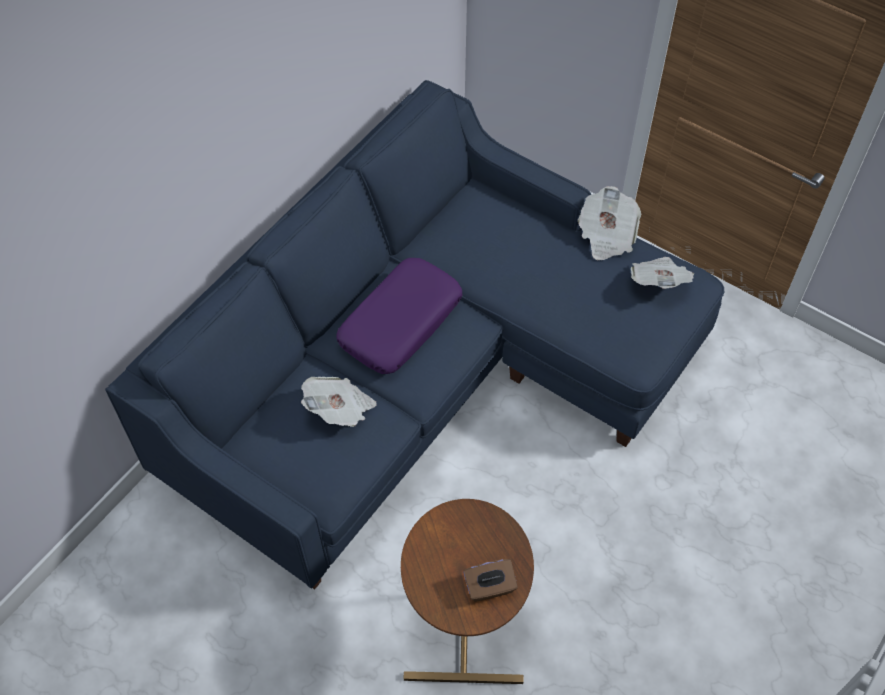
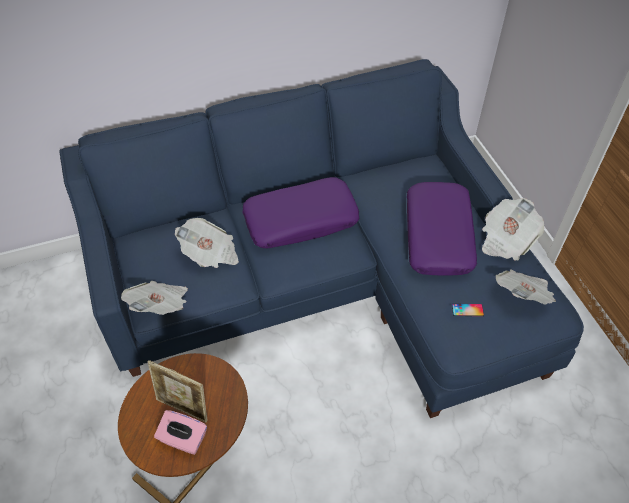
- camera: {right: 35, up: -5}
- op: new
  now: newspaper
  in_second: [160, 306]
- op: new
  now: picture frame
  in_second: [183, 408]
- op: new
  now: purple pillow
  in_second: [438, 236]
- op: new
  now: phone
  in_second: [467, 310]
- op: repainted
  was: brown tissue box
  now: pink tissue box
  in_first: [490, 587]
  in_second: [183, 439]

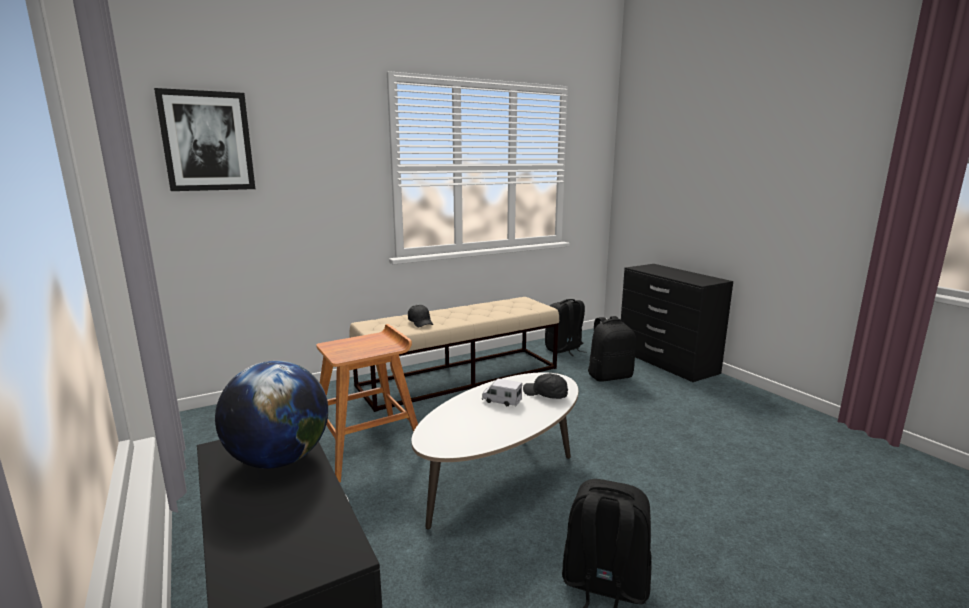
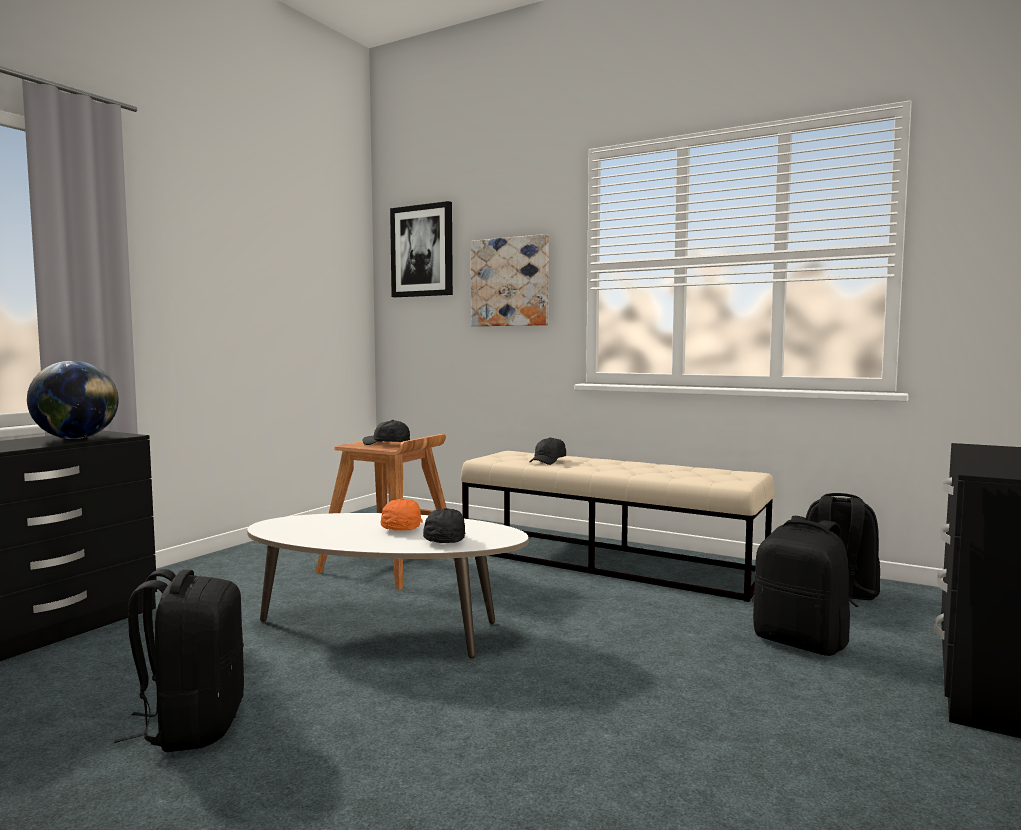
- camera: {right: 60, up: -10}
- op: new
  now: black cap
  in_second: [387, 444]
- op: new
  now: picture
  in_second: [510, 282]
- op: swapped
  was: toy truck
  now: orange cap
  in_first: [501, 401]
  in_second: [402, 527]

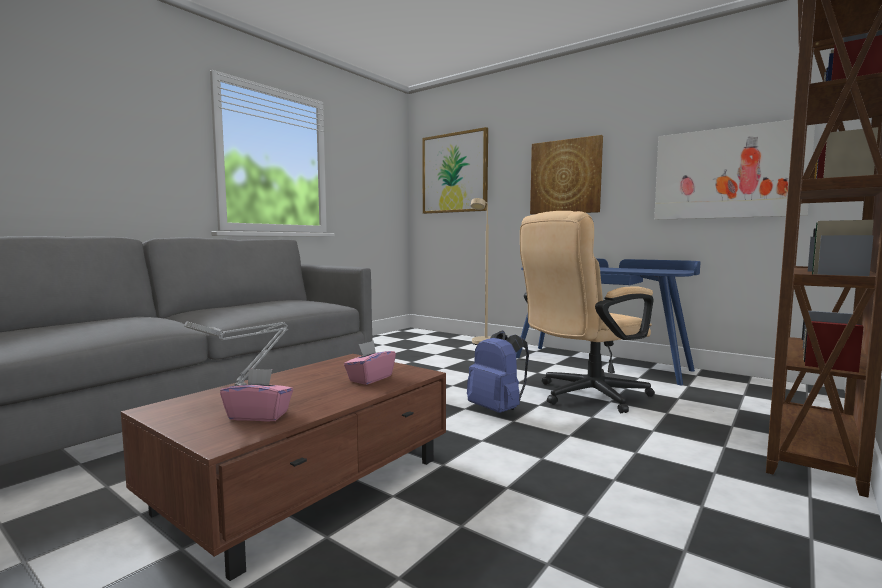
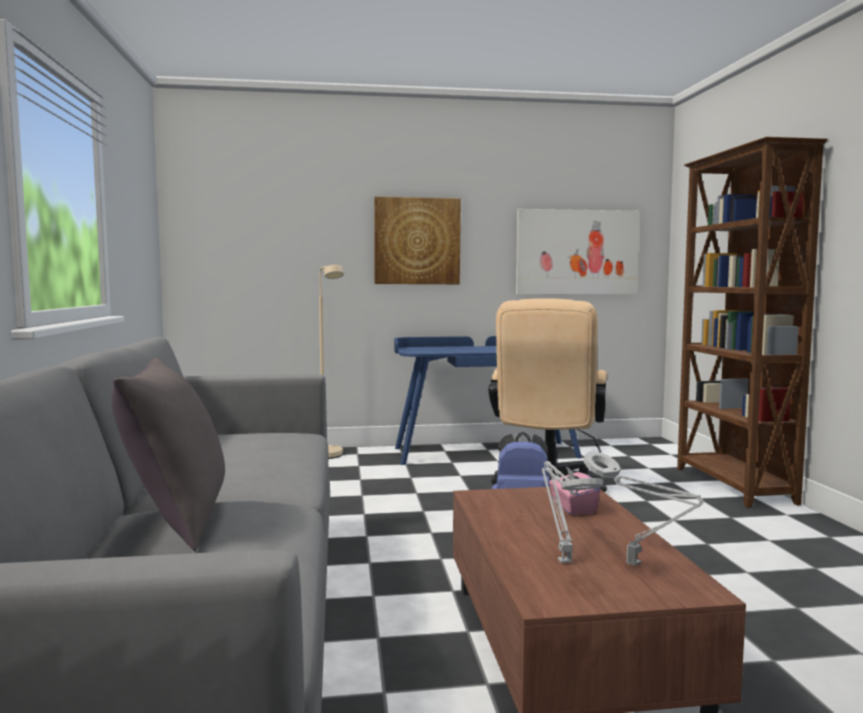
- camera: {right: -45, up: 0}
- op: gone
  was: picture
  in_first: [454, 173]
- op: new
  now: grey pillow
  in_second: [176, 522]
- op: swapped
  was: pink tissue box
  now: grey table lamp
  in_first: [259, 415]
  in_second: [637, 565]

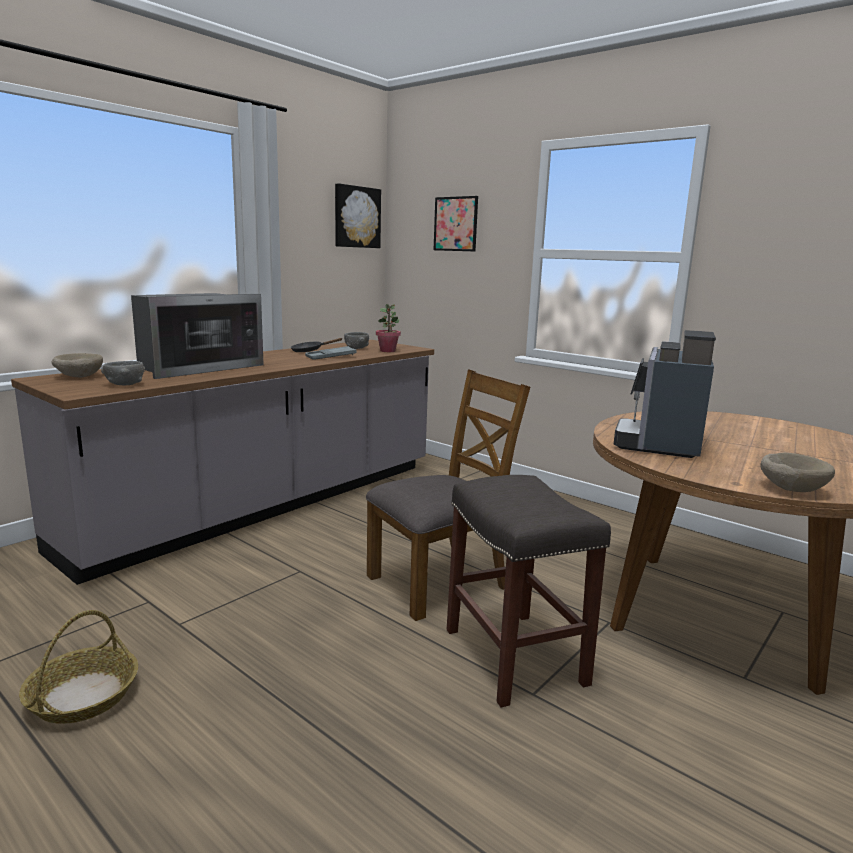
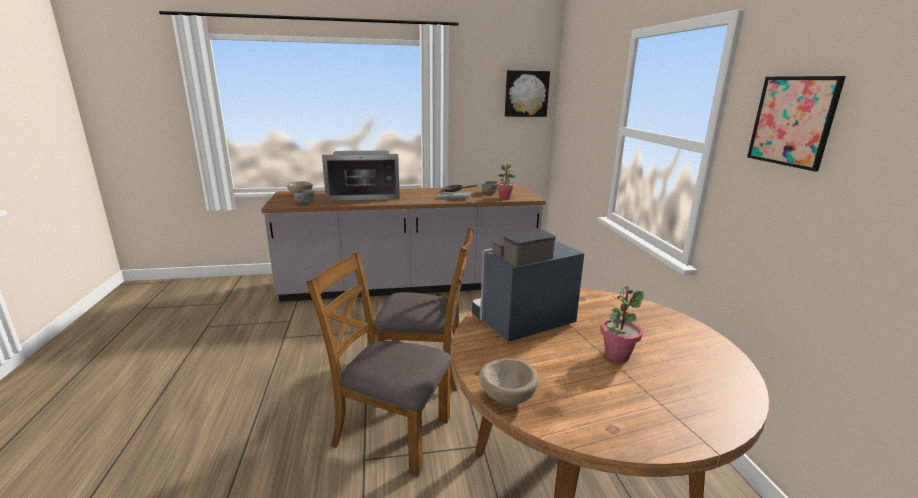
- camera: {right: 40, up: 5}
- op: gone
  was: basket
  in_first: [83, 696]
- op: new
  now: potted plant
  in_second: [616, 355]
- op: shifted
  was: picture
  in_first: [455, 224]
  in_second: [792, 121]
- op: swapped
  was: grey stool
  now: brown chair
  in_first: [512, 655]
  in_second: [390, 432]

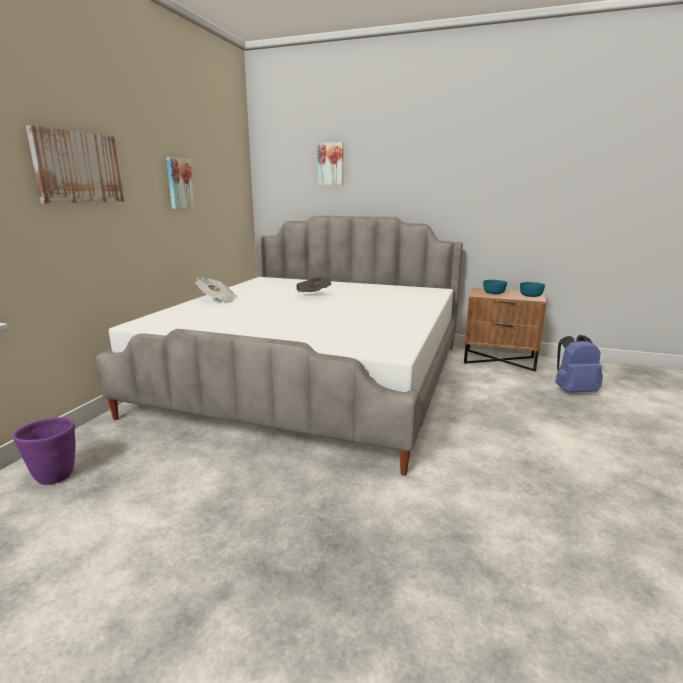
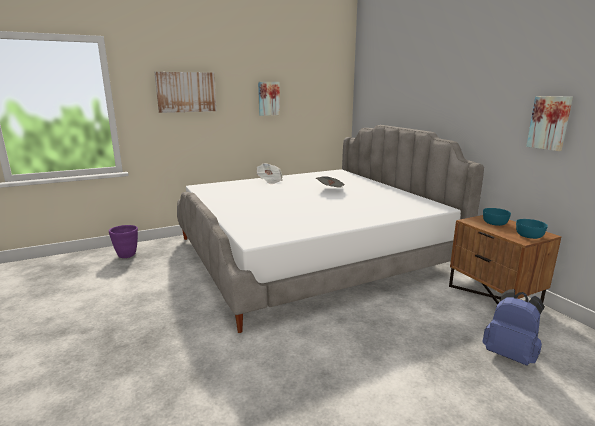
- camera: {right: 45, up: 0}
- op: shifted
  was: picture
  in_first: [331, 164]
  in_second: [549, 123]

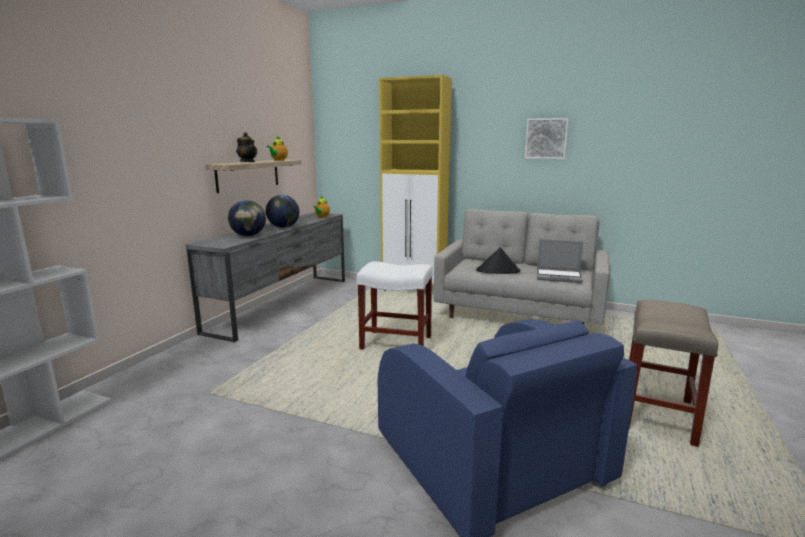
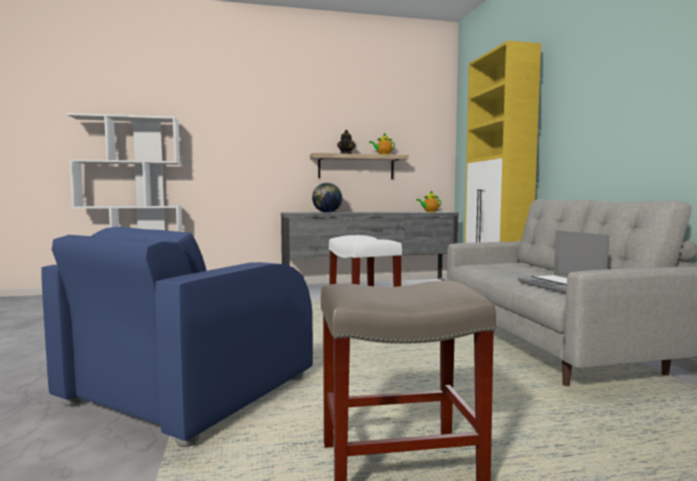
- camera: {right: 55, up: -10}
- op: gone
  was: globe
  in_first: [283, 227]
- op: gone
  was: black hat
  in_first: [498, 271]
- op: gone
  was: picture
  in_first: [546, 138]

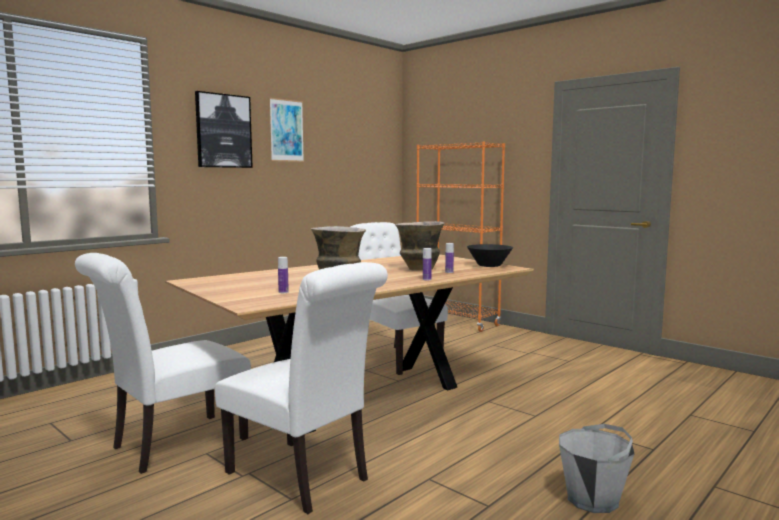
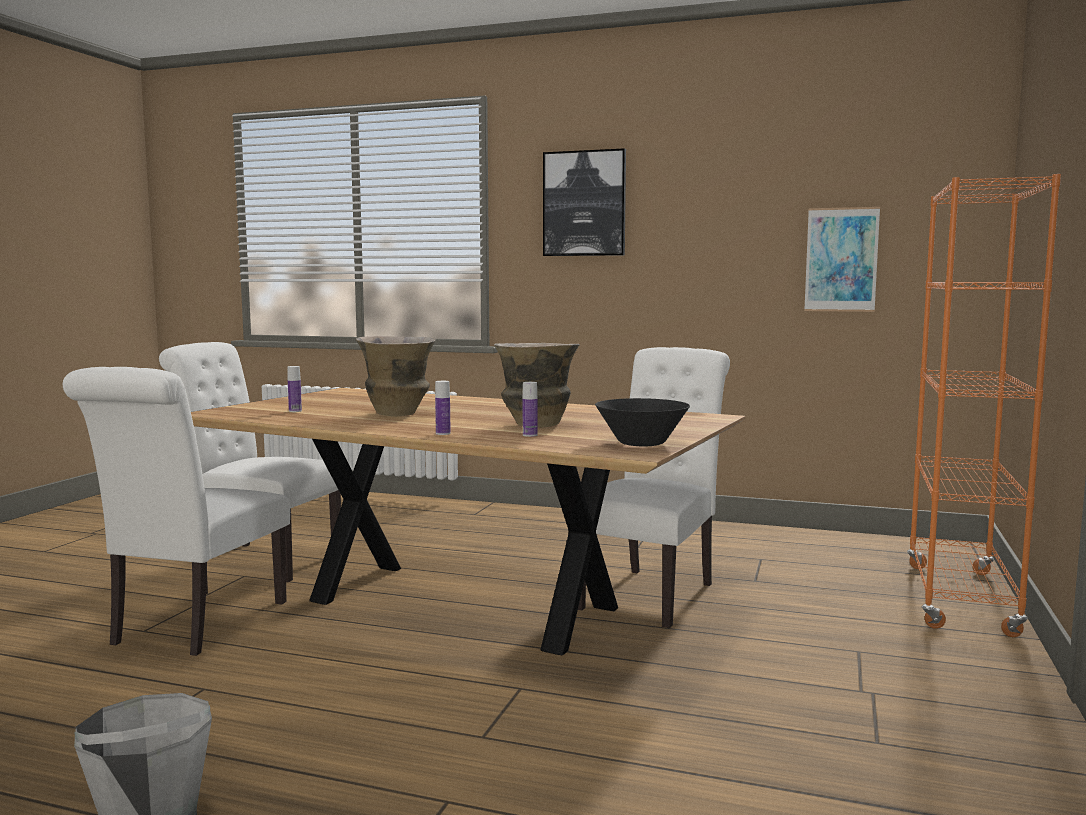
- camera: {right: 65, up: 0}
- op: shifted
  was: picture
  in_first: [286, 130]
  in_second: [841, 259]

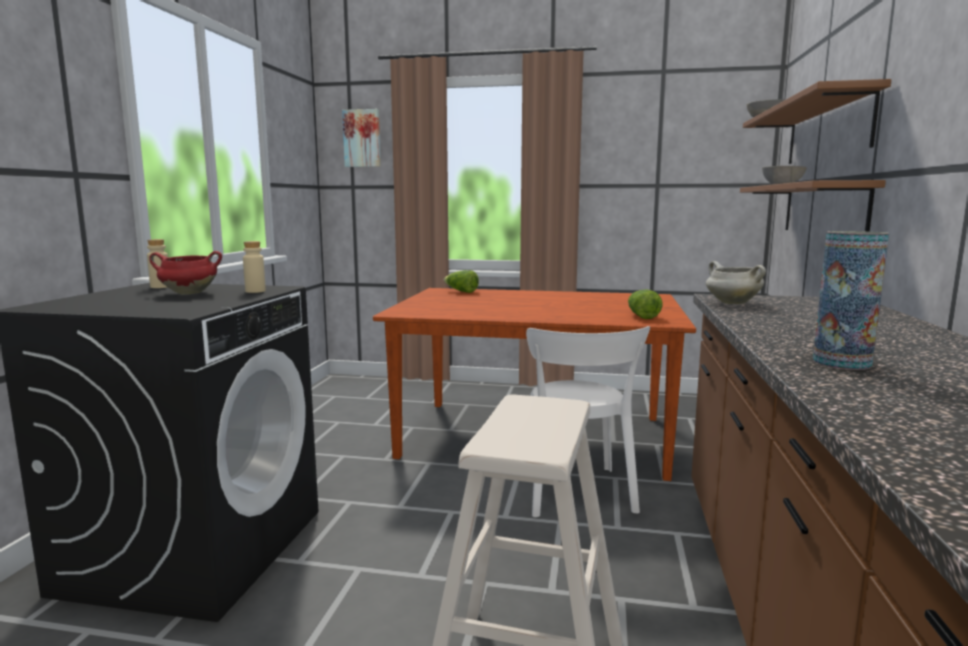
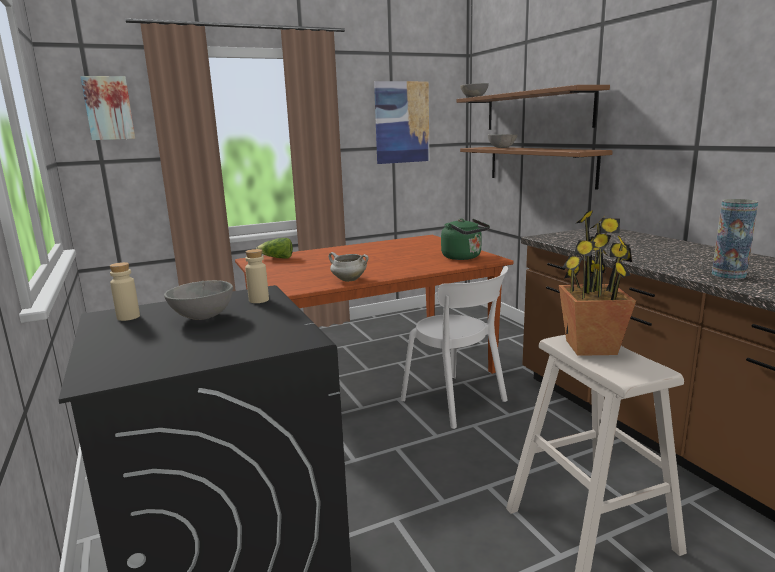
- camera: {right: -35, up: 5}
- op: new
  now: picture
  in_second: [402, 122]
- op: new
  now: potted plant
  in_second: [590, 347]
- op: shifted
  was: white cooking pot
  in_first: [731, 303]
  in_second: [348, 280]
- op: swapped
  was: red cooking pot
  now: grey bowl
  in_first: [188, 293]
  in_second: [201, 318]
- op: swapped
  was: lettuce
  now: green kettle
  in_first: [641, 316]
  in_second: [463, 257]

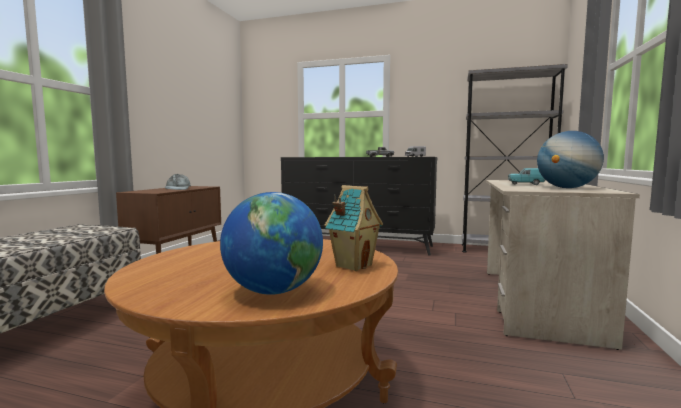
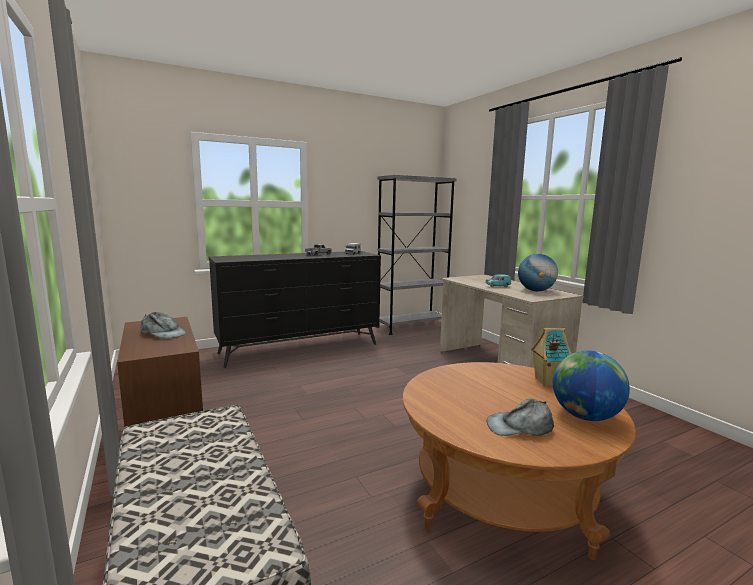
- camera: {right: -45, up: 5}
- op: new
  now: grey cap
  in_second: [519, 427]

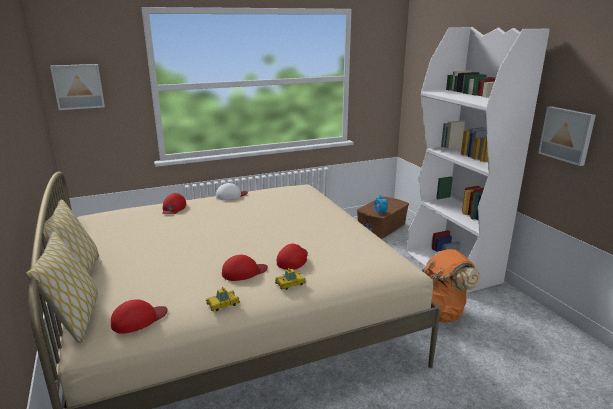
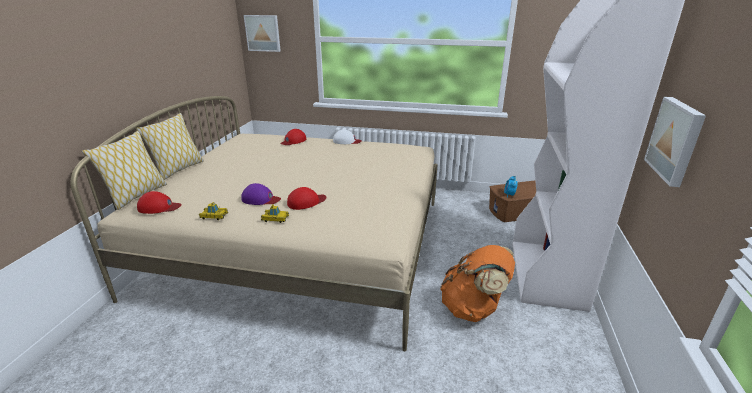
- camera: {right: 35, up: 5}
- op: repainted
  was: red cap
  now: purple cap
  in_first: [244, 272]
  in_second: [260, 199]

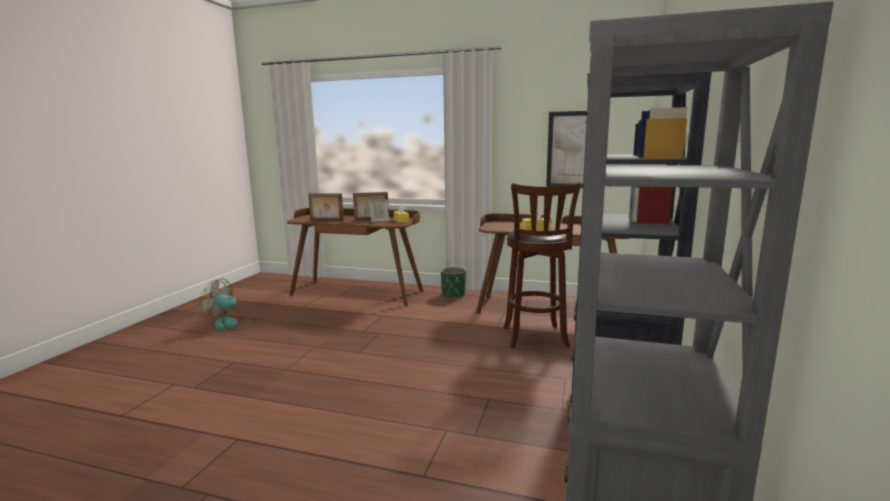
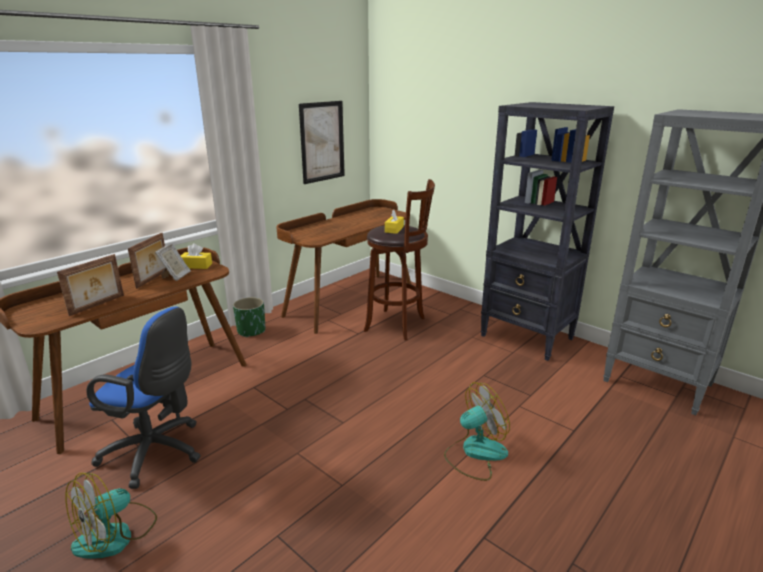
- camera: {right: -65, up: 10}
- op: new
  now: blue office chair
  in_second: [157, 453]
- op: new
  now: fan
  in_second: [475, 453]

